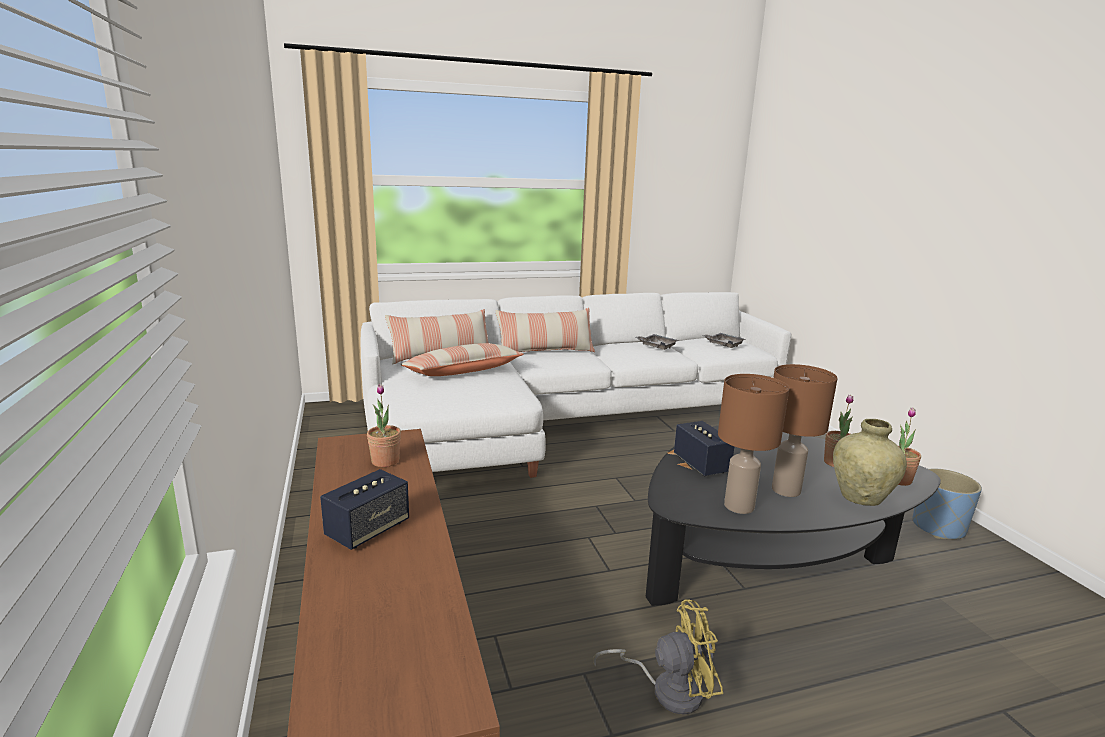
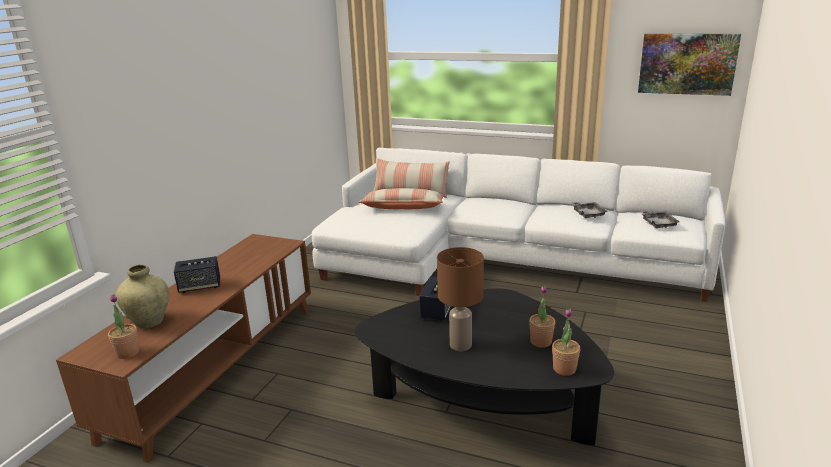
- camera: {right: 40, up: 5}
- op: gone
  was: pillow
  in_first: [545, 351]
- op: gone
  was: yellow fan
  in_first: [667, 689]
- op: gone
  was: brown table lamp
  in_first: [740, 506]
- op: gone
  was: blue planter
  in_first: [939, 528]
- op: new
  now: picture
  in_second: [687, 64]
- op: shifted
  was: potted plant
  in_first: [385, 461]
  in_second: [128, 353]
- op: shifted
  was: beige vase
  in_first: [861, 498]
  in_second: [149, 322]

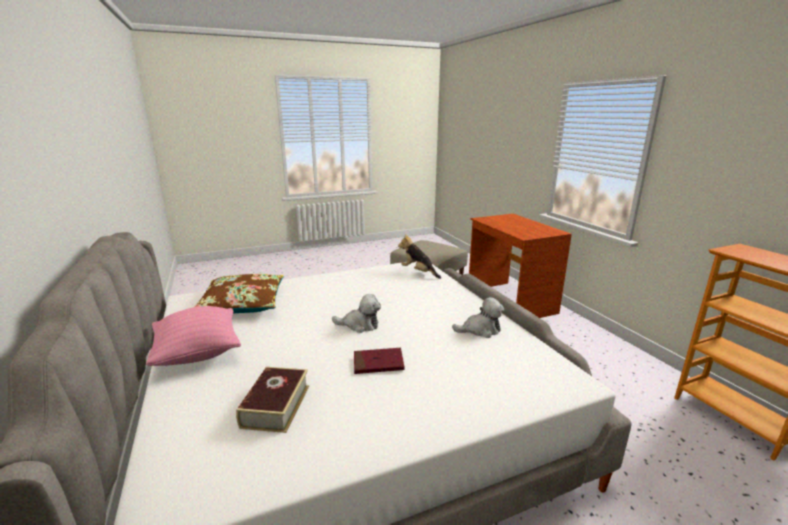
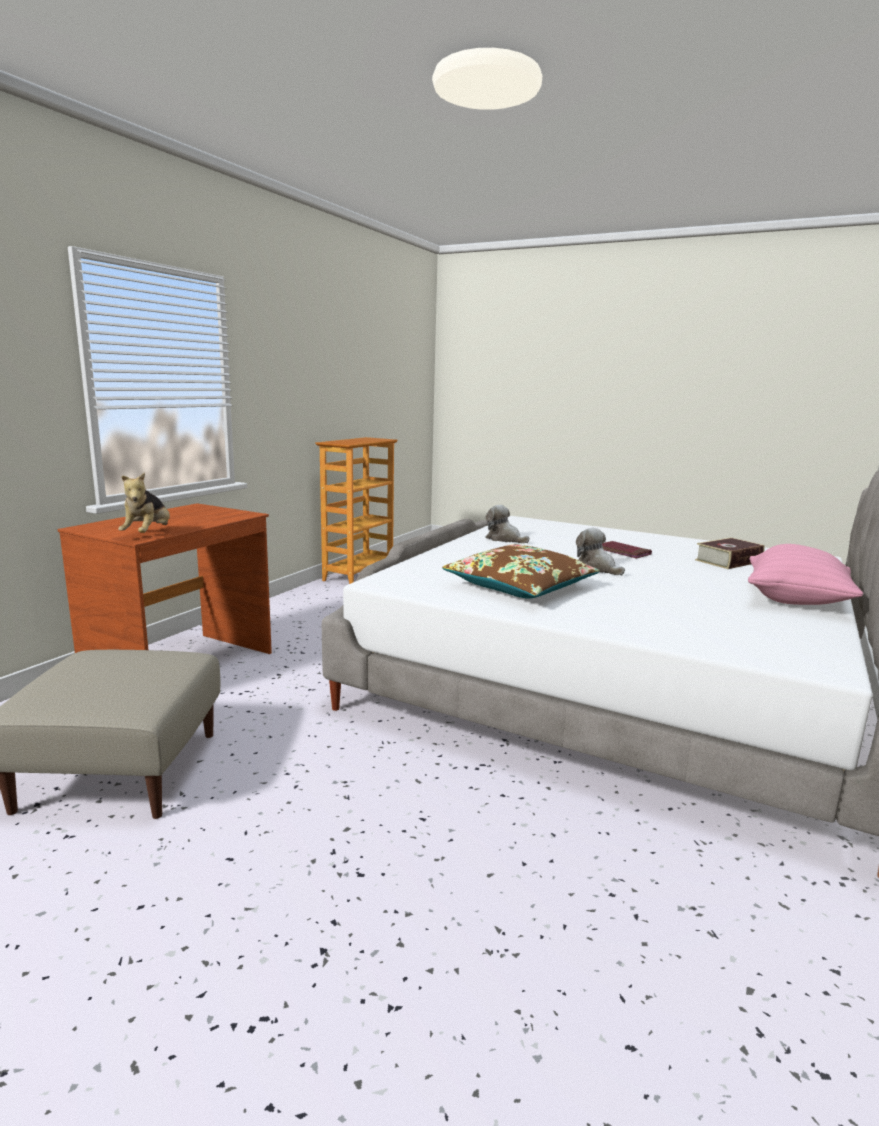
- camera: {right: -130, up: -5}
- op: shifted
  was: brown pillow
  in_first: [242, 304]
  in_second: [520, 586]
- op: shifted
  was: plush toy
  in_first: [418, 272]
  in_second: [148, 534]

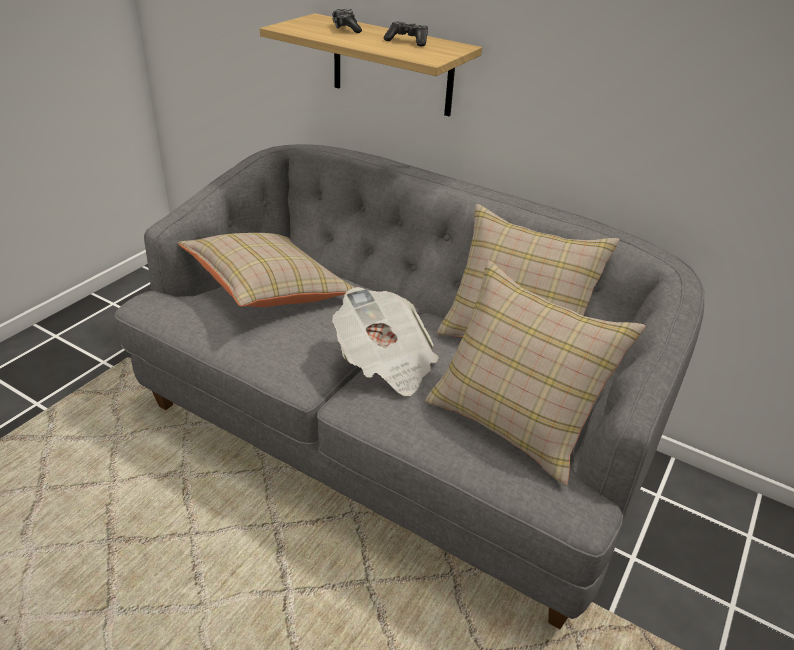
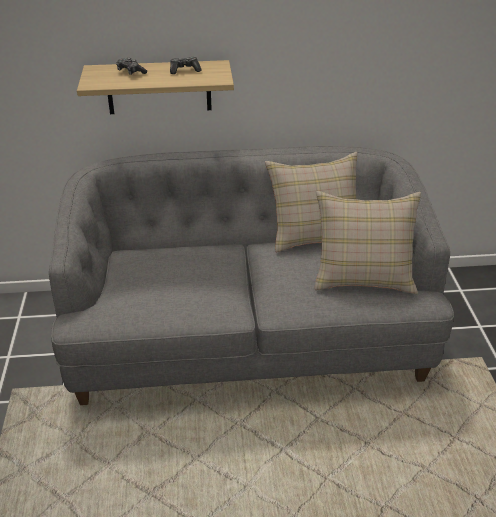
- camera: {right: -35, up: 0}
- op: gone
  was: beige pillow
  in_first: [269, 292]
- op: gone
  was: newspaper
  in_first: [385, 362]

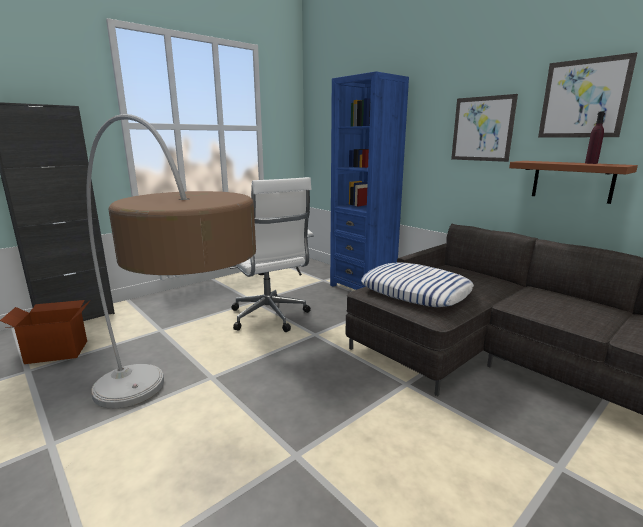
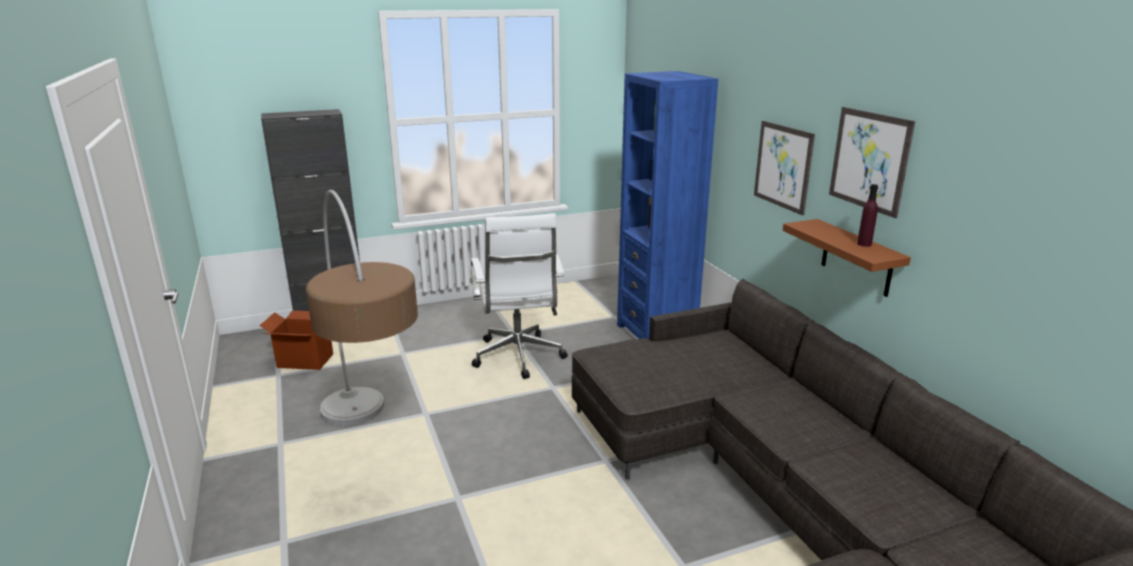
- camera: {right: 20, up: 5}
- op: gone
  was: pillow
  in_first: [416, 291]

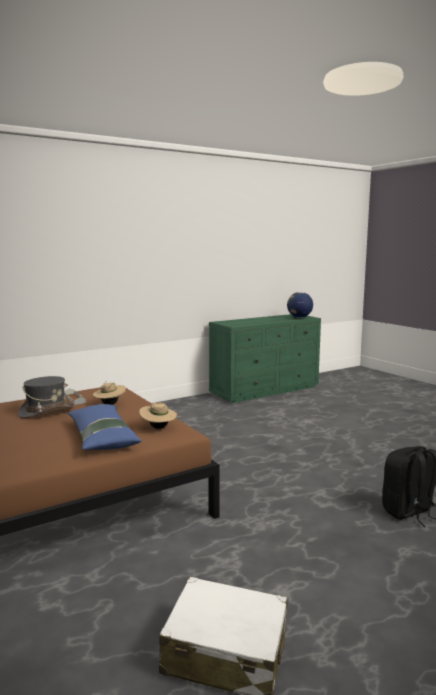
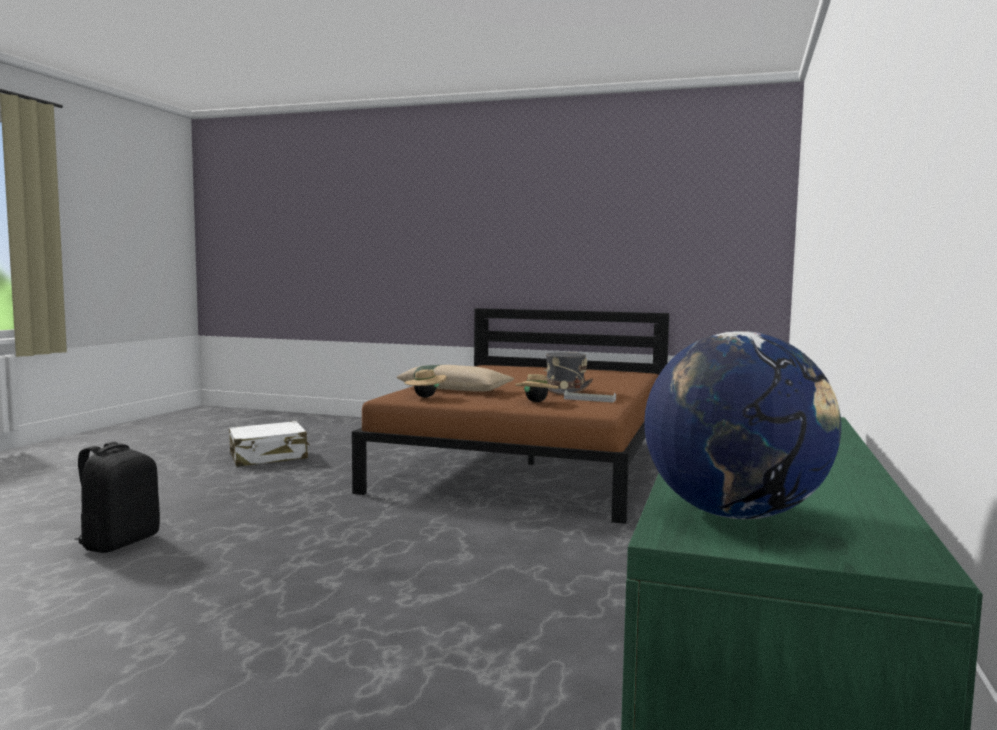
- camera: {right: 140, up: -5}
- op: repainted
  was: blue pillow
  now: beige pillow
  in_first: [102, 437]
  in_second: [455, 389]

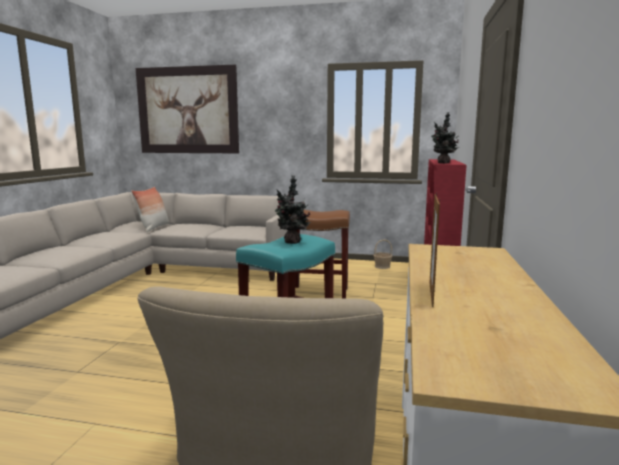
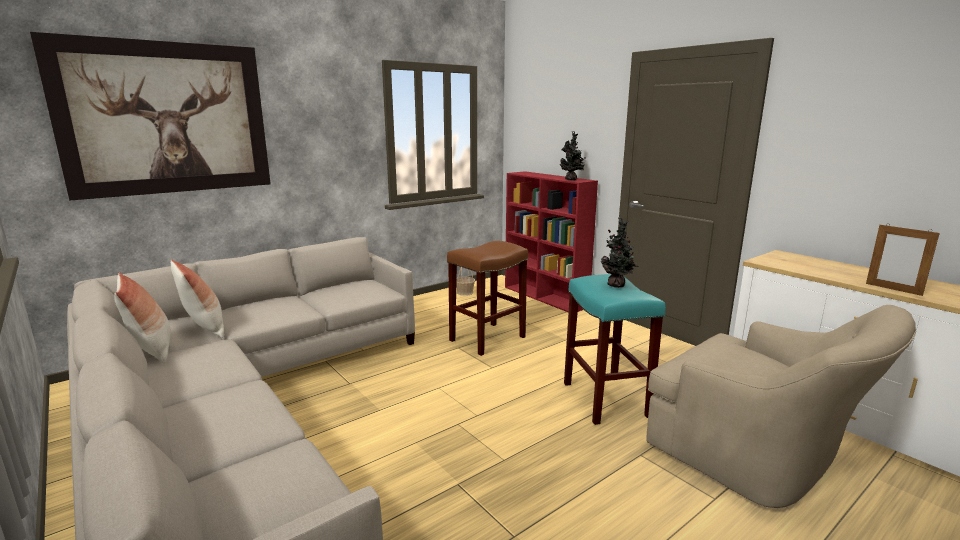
- camera: {right: -50, up: 5}
- op: new
  now: pillow
  in_second: [151, 350]

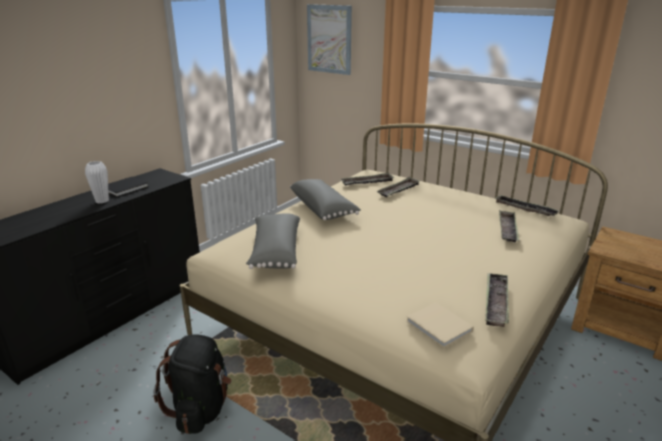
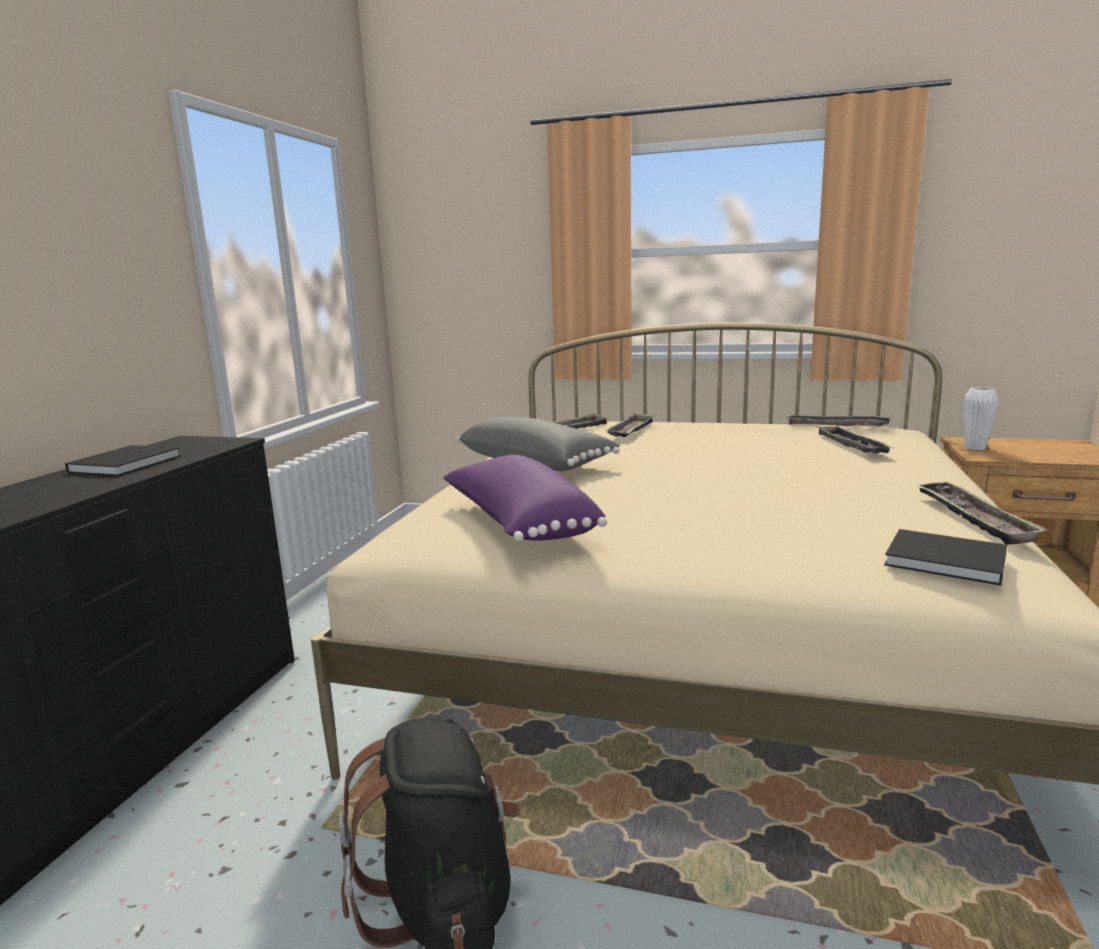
- camera: {right: -20, up: -10}
- op: gone
  was: picture
  in_first: [329, 39]
- op: shifted
  was: white vase
  in_first: [102, 201]
  in_second: [975, 448]
- op: repainted
  was: grey pillow
  now: purple pillow
  in_first: [275, 251]
  in_second: [518, 523]
- op: repainted
  was: beige book
  now: black book
  in_first: [440, 327]
  in_second: [949, 561]

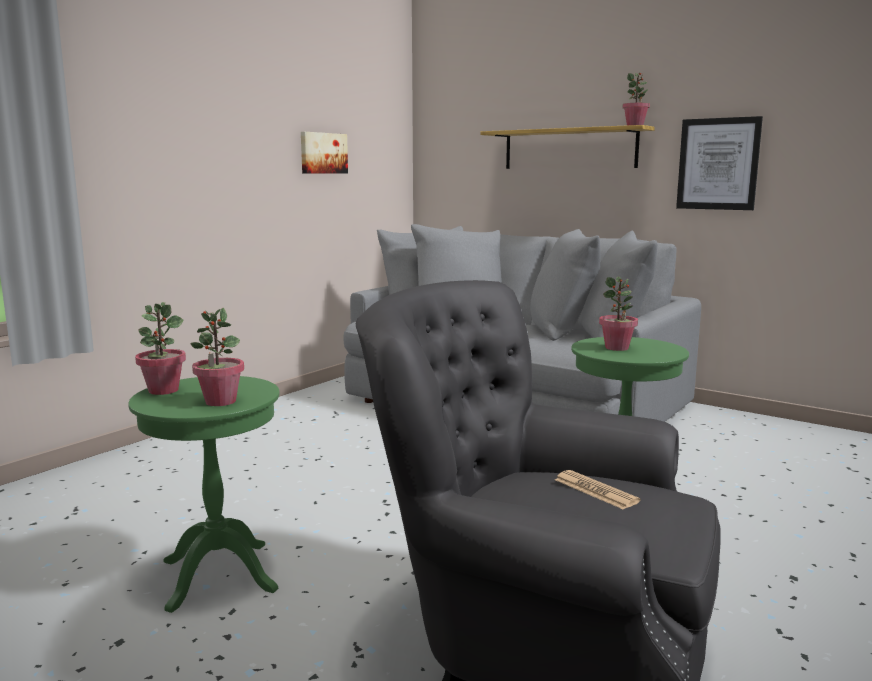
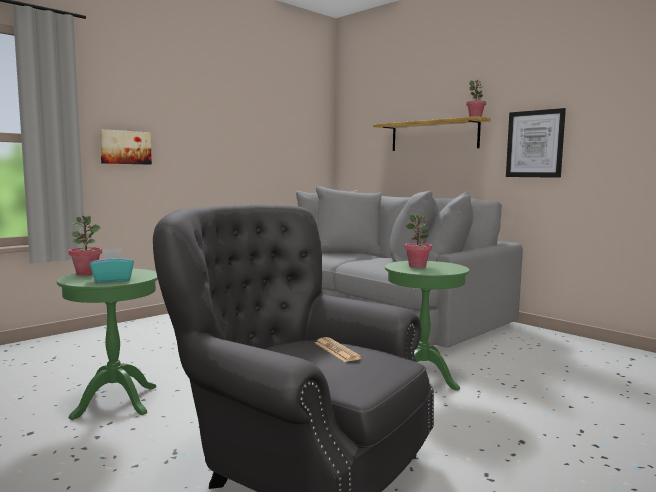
- camera: {right: 10, up: -5}
- op: shifted
  was: picture
  in_first: [323, 153]
  in_second: [125, 147]
- op: swapped
  was: potted plant
  now: turquoise tissue box
  in_first: [220, 401]
  in_second: [113, 280]

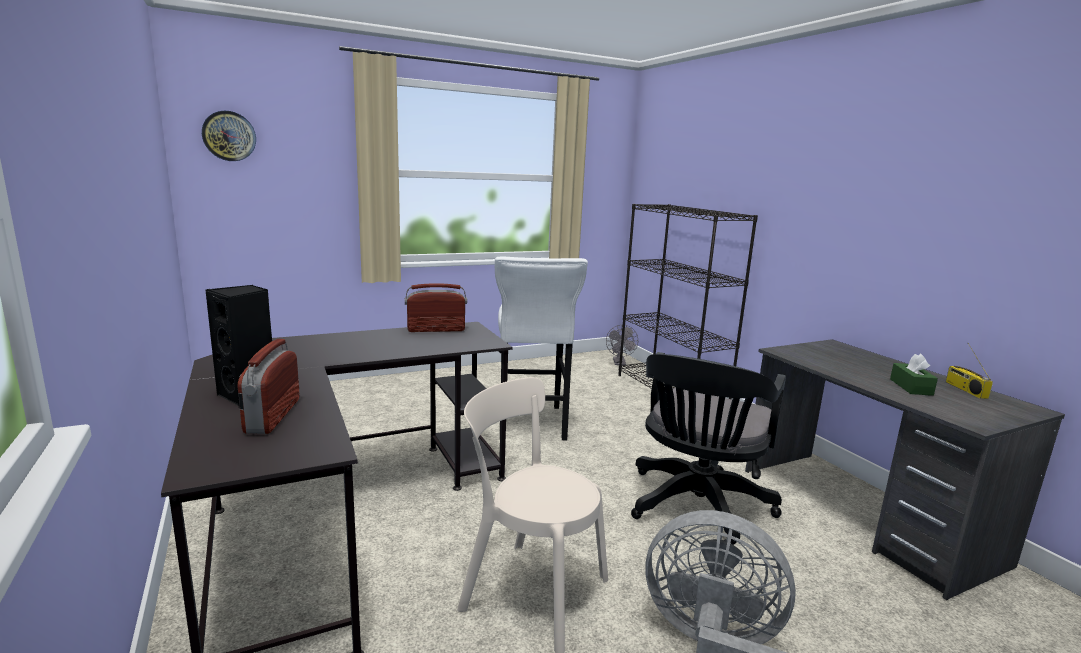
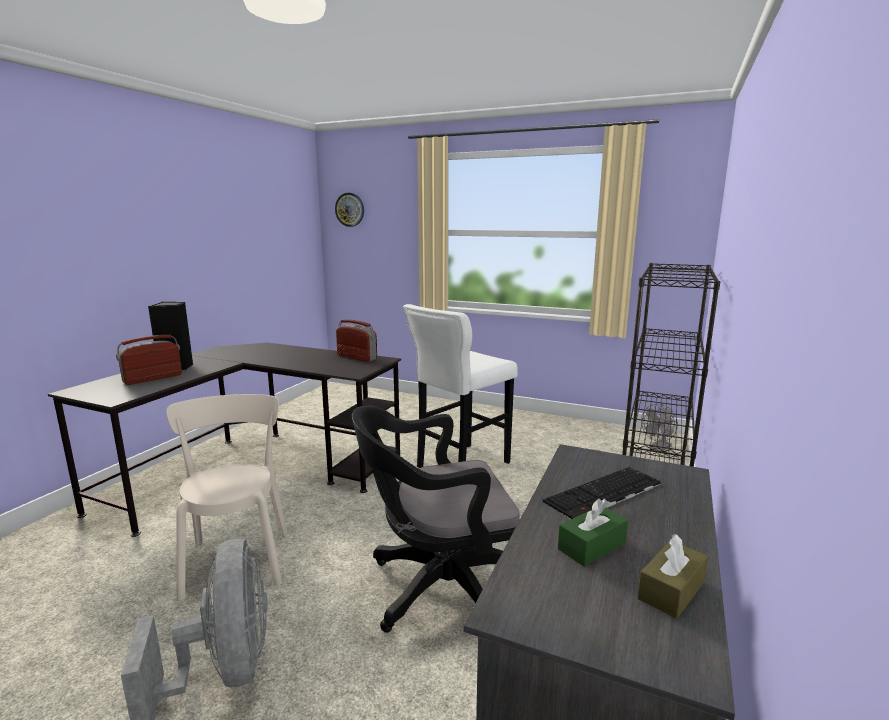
- camera: {right: 50, up: 0}
- op: new
  now: keyboard
  in_second: [603, 494]
- op: swapped
  was: radio
  now: brown tissue box
  in_first: [964, 389]
  in_second: [671, 590]

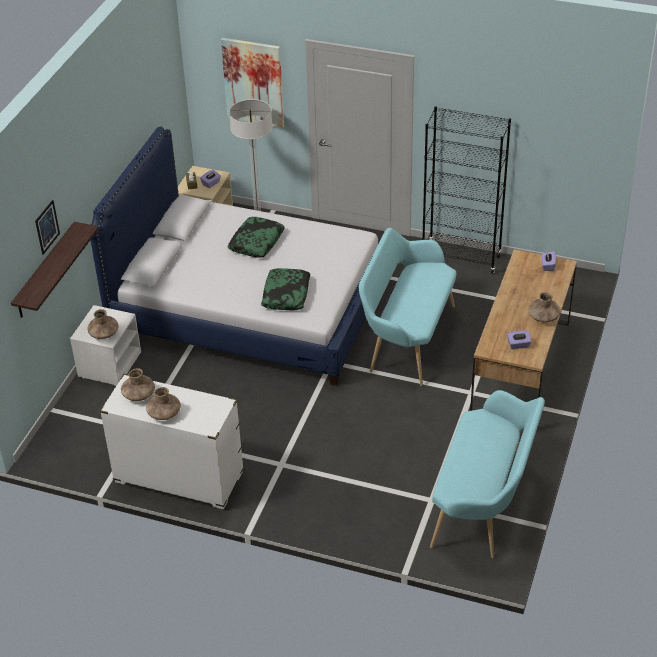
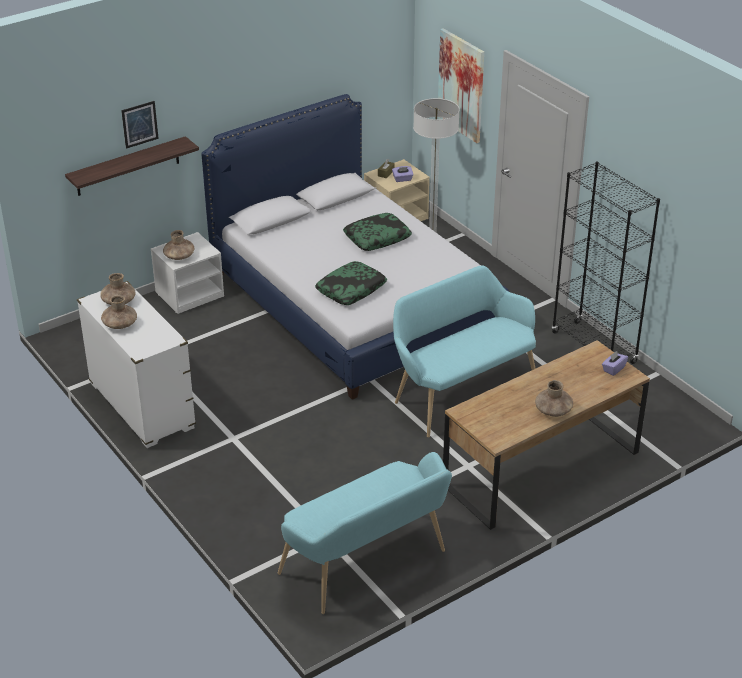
- camera: {right: 35, up: -5}
- op: gone
  was: purple tissue box
  in_first: [518, 345]

